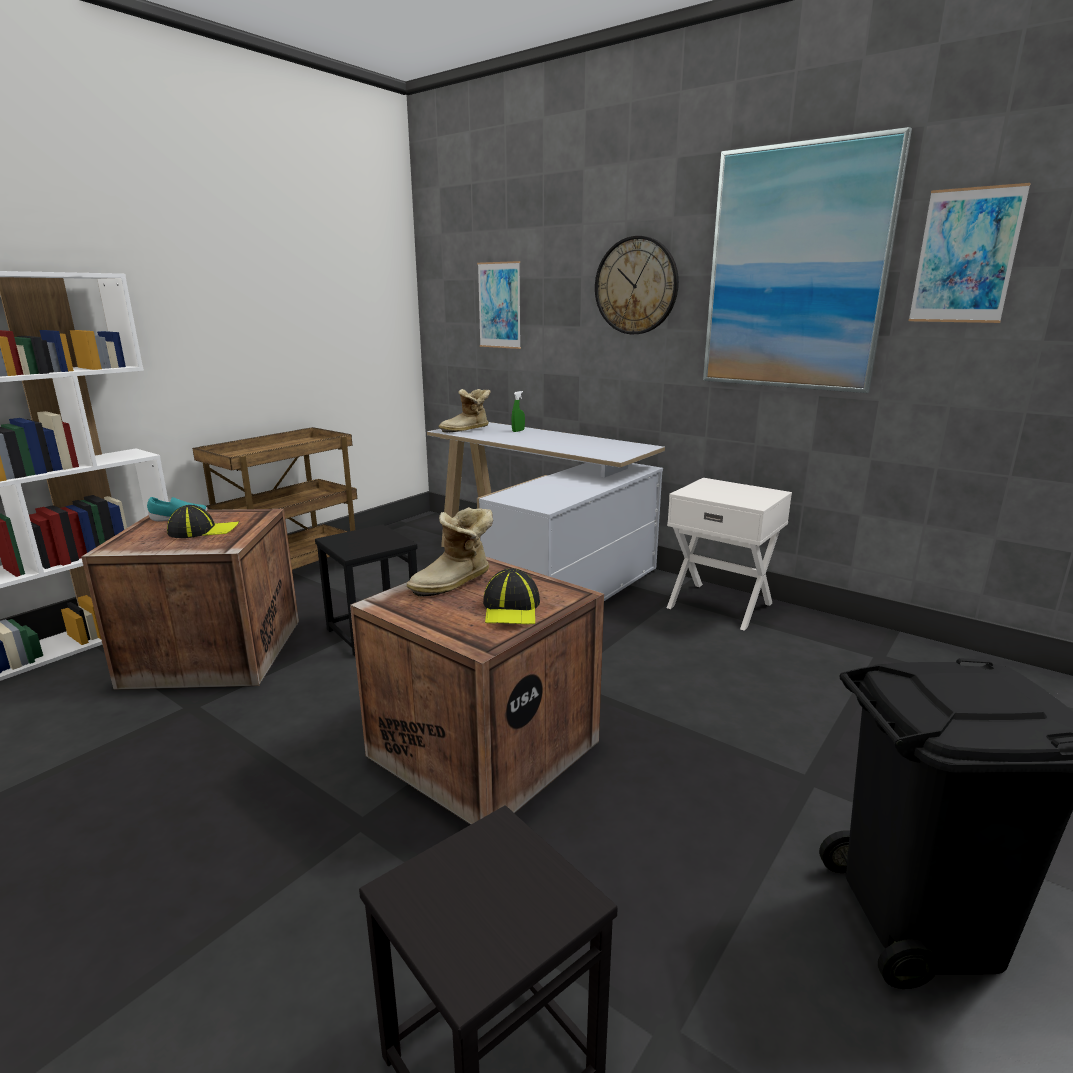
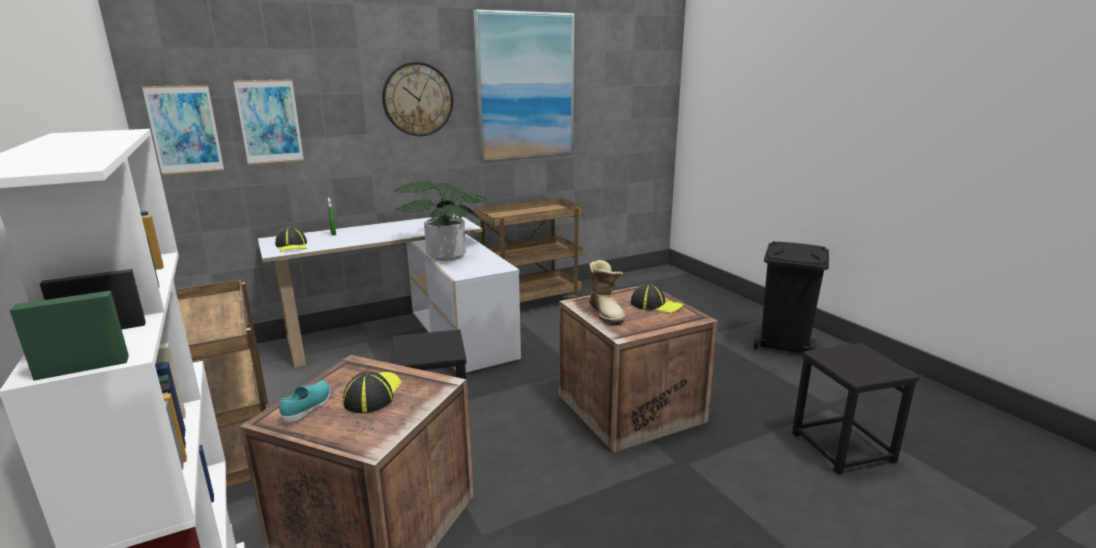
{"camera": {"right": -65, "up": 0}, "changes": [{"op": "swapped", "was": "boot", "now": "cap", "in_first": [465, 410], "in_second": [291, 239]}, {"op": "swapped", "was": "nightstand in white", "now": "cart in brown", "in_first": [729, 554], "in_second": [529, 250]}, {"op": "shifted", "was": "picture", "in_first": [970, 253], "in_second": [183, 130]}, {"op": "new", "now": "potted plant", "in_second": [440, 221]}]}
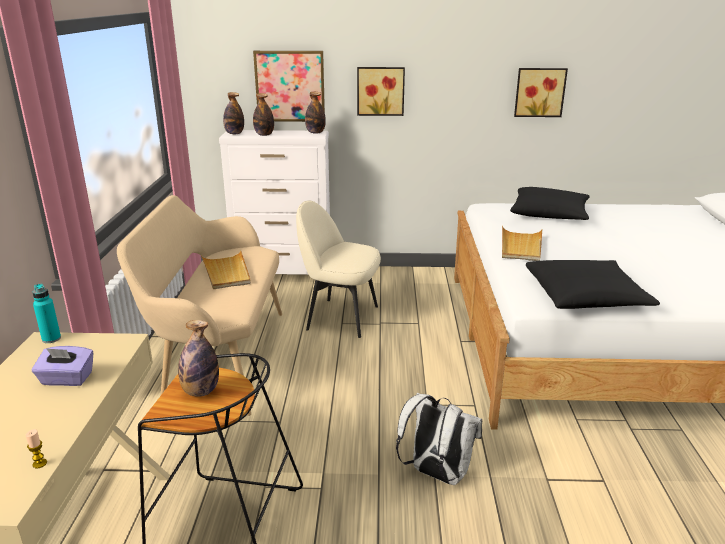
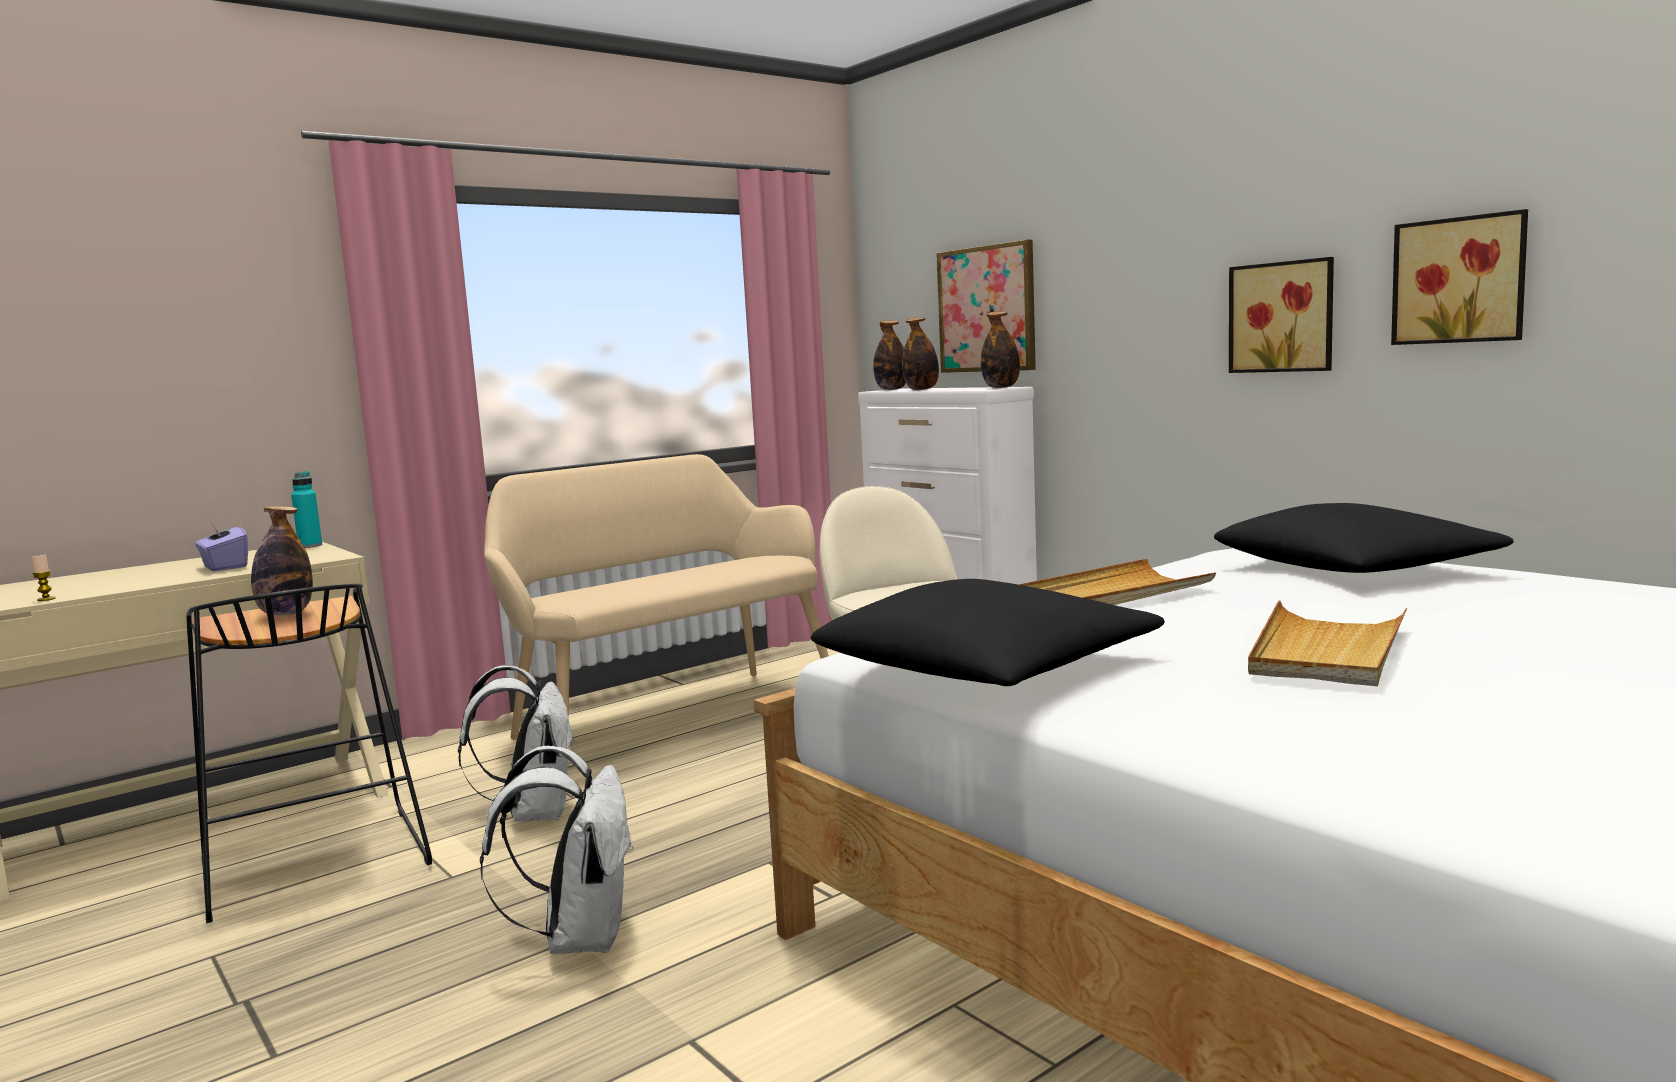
{"camera": {"right": 50, "up": -15}, "changes": [{"op": "shifted", "was": "tray in beige", "in_first": [226, 269], "in_second": [1327, 643]}, {"op": "shifted", "was": "picture", "in_first": [381, 91], "in_second": [1281, 315]}, {"op": "new", "now": "backpack in white", "in_second": [516, 743]}]}
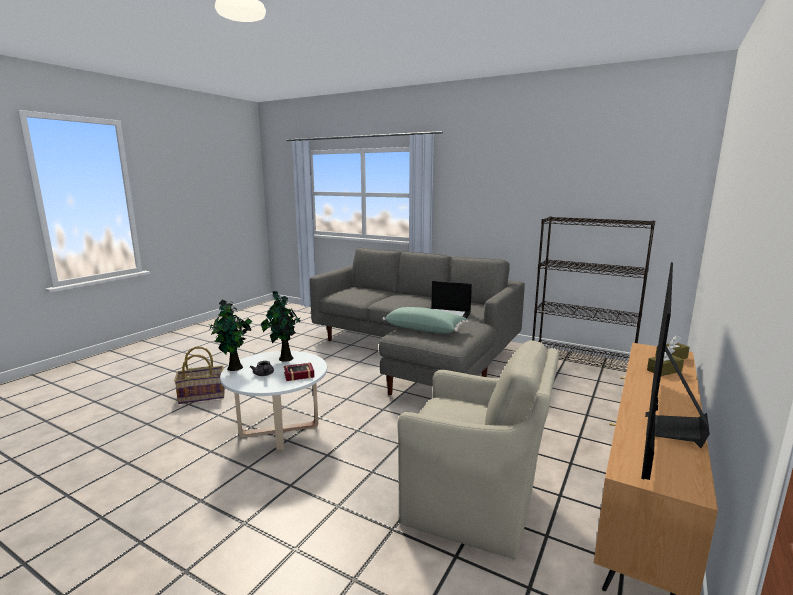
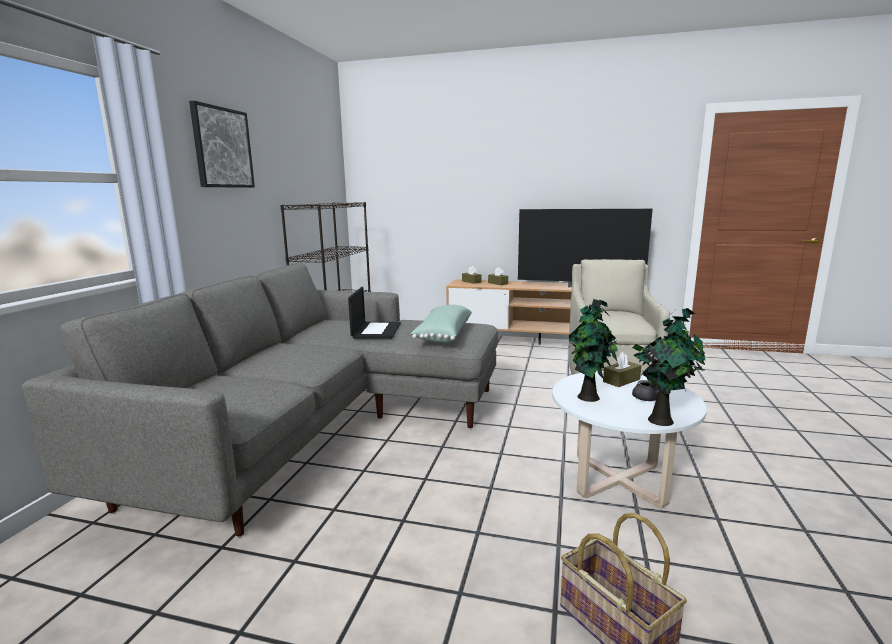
{"camera": {"right": -105, "up": 0}, "changes": [{"op": "swapped", "was": "book", "now": "tissue box in brown", "in_first": [299, 372], "in_second": [622, 369]}, {"op": "new", "now": "picture", "in_second": [222, 144]}]}
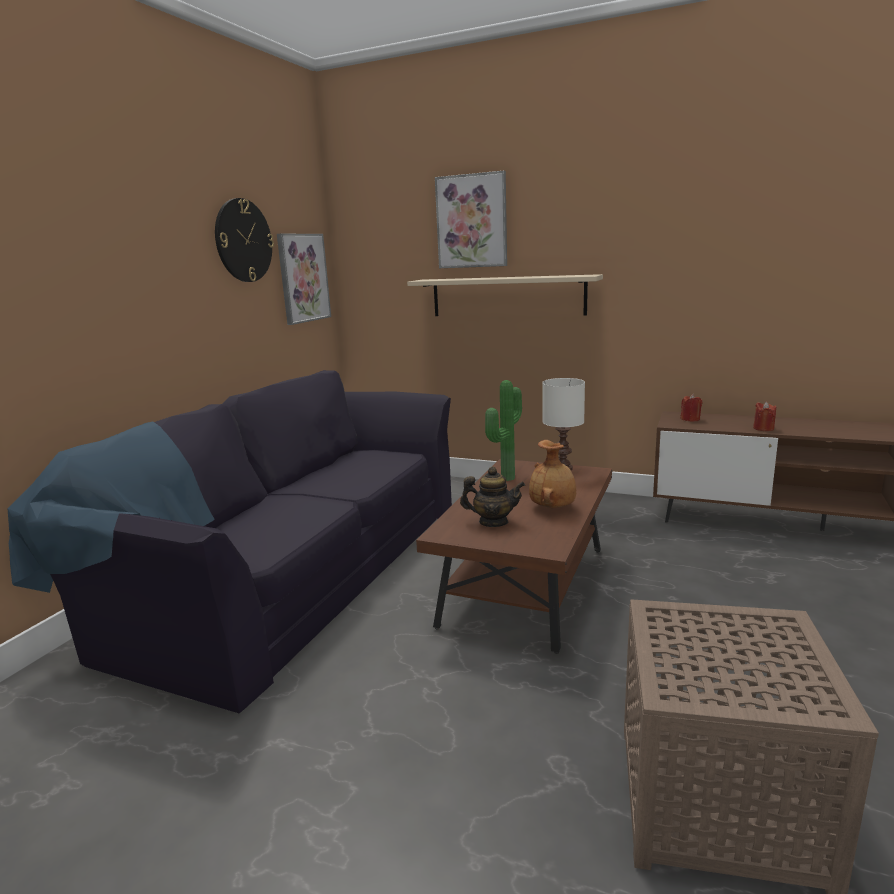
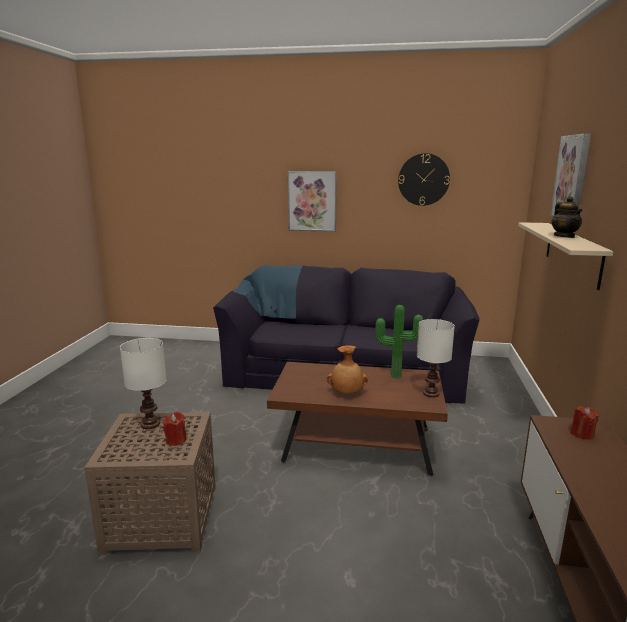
{"camera": {"right": 75, "up": 0}, "changes": [{"op": "shifted", "was": "picture", "in_first": [304, 279], "in_second": [312, 201]}, {"op": "shifted", "was": "teapot", "in_first": [492, 496], "in_second": [567, 217]}, {"op": "shifted", "was": "candle in red", "in_first": [764, 416], "in_second": [174, 429]}, {"op": "new", "now": "table lamp in white", "in_second": [143, 383]}]}
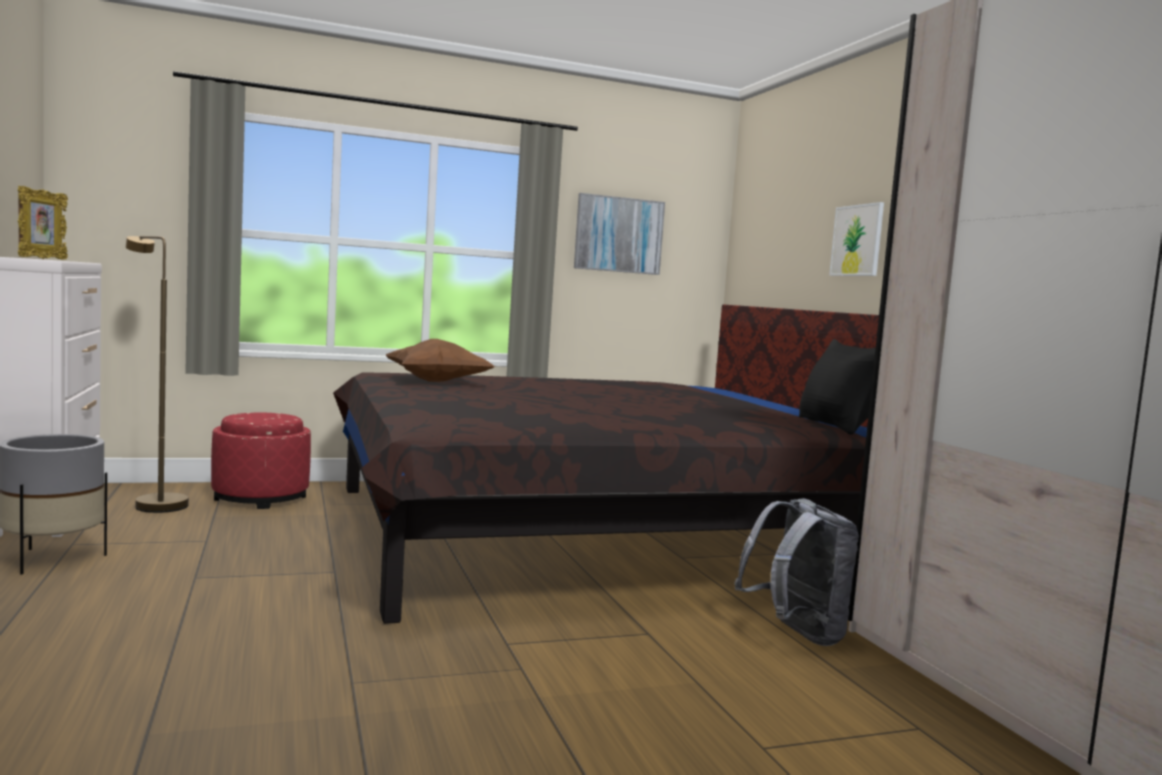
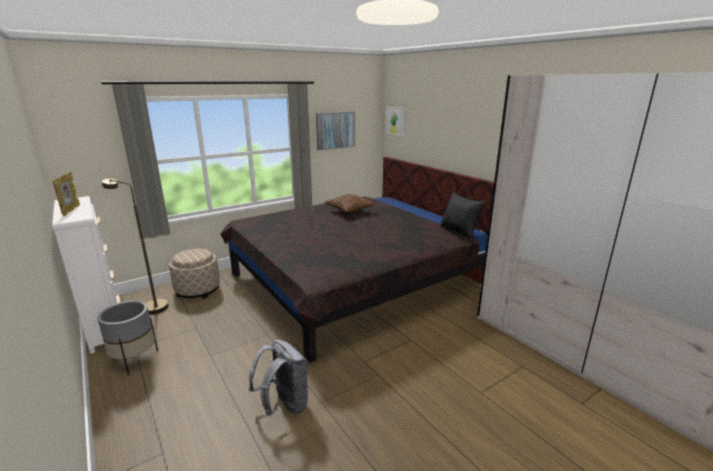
{"camera": {"right": -15, "up": 15}, "changes": [{"op": "repainted", "was": "ottoman in red", "now": "ottoman in beige", "in_first": [261, 461], "in_second": [194, 274]}, {"op": "shifted", "was": "pillow in brown", "in_first": [440, 360], "in_second": [349, 203]}, {"op": "shifted", "was": "backpack in grey", "in_first": [796, 572], "in_second": [278, 377]}, {"op": "shifted", "was": "picture", "in_first": [856, 239], "in_second": [395, 121]}]}
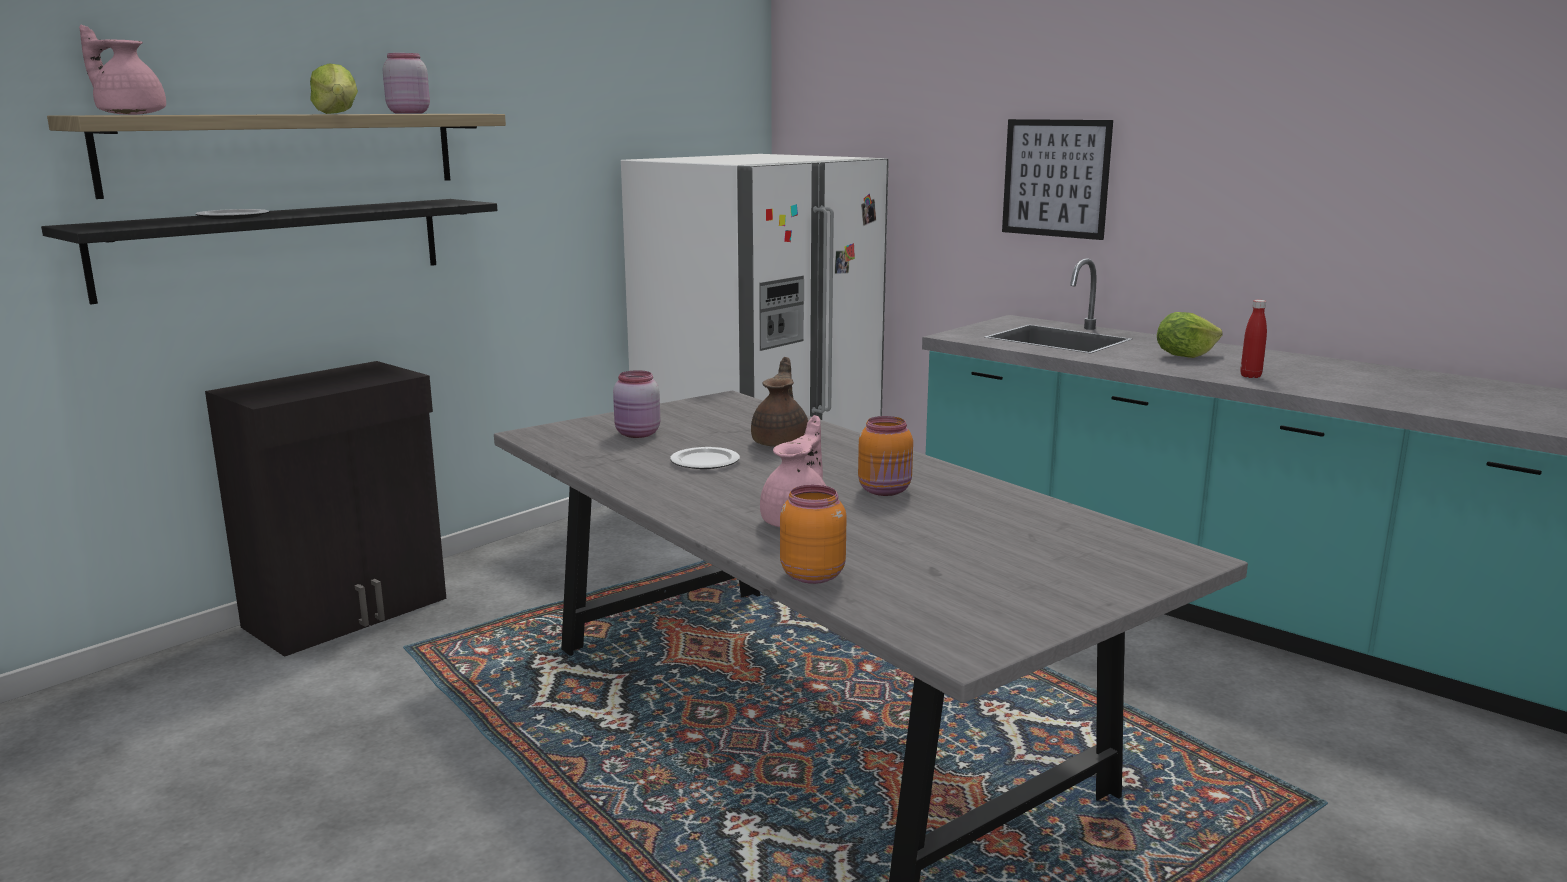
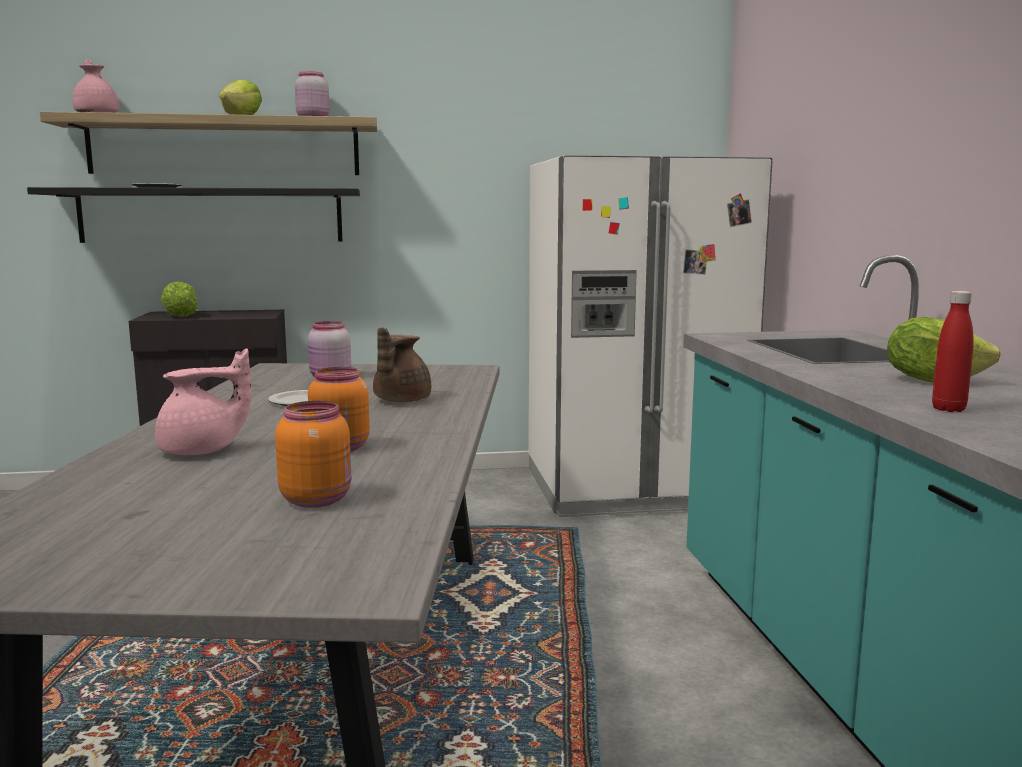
{"camera": {"right": 40, "up": -5}, "changes": [{"op": "rotated", "was": "teapot in brown", "in_first": [779, 402], "in_second": [402, 365], "clockwise": 150}, {"op": "shifted", "was": "jar in orange", "in_first": [813, 534], "in_second": [313, 454]}, {"op": "gone", "was": "picture", "in_first": [1057, 179]}, {"op": "new", "now": "lettuce", "in_second": [179, 299]}]}
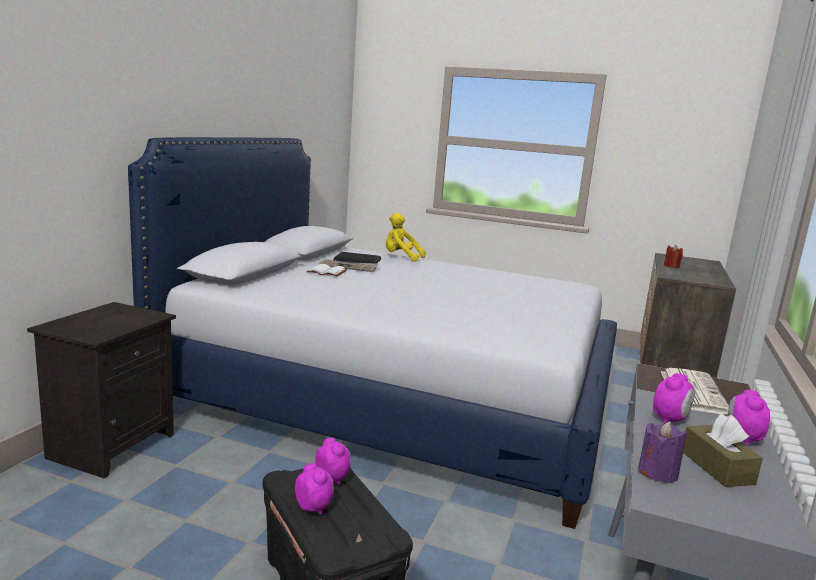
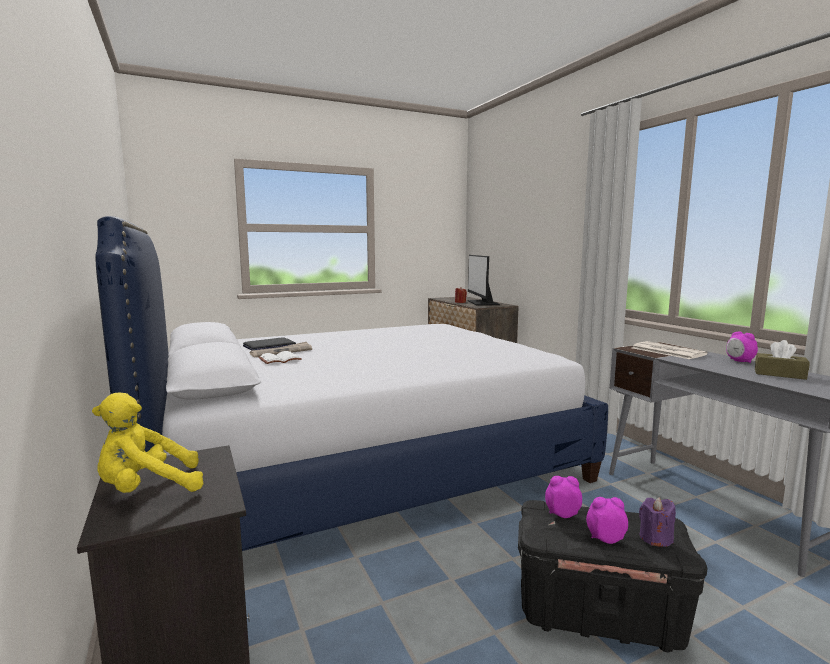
{"camera": {"right": -45, "up": -5}, "changes": [{"op": "shifted", "was": "plush toy in yellow", "in_first": [406, 237], "in_second": [147, 443]}, {"op": "shifted", "was": "candle in purple", "in_first": [663, 452], "in_second": [657, 522]}, {"op": "gone", "was": "alarm clock", "in_first": [674, 398]}, {"op": "new", "now": "monitor", "in_second": [483, 280]}]}
